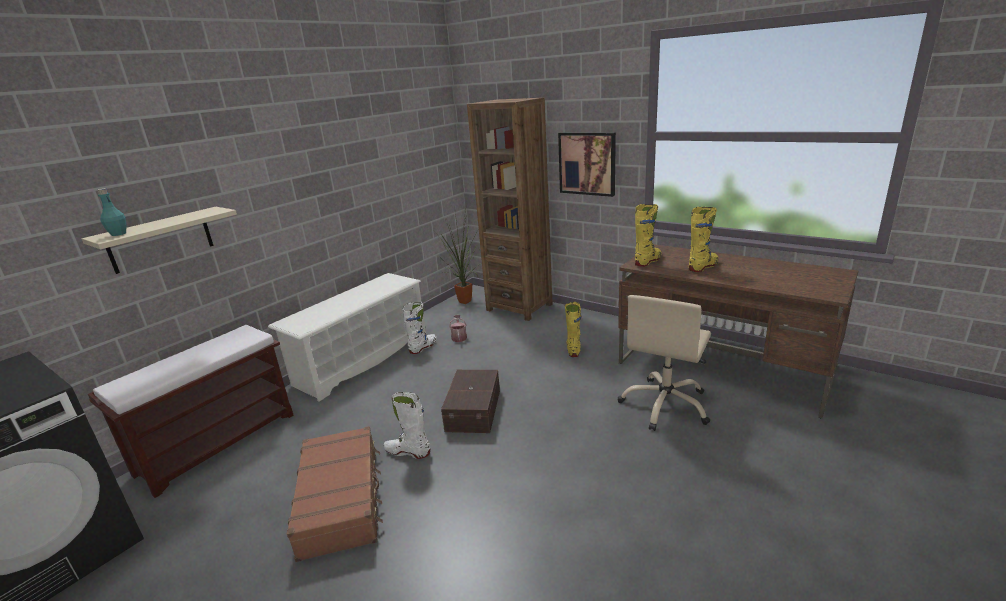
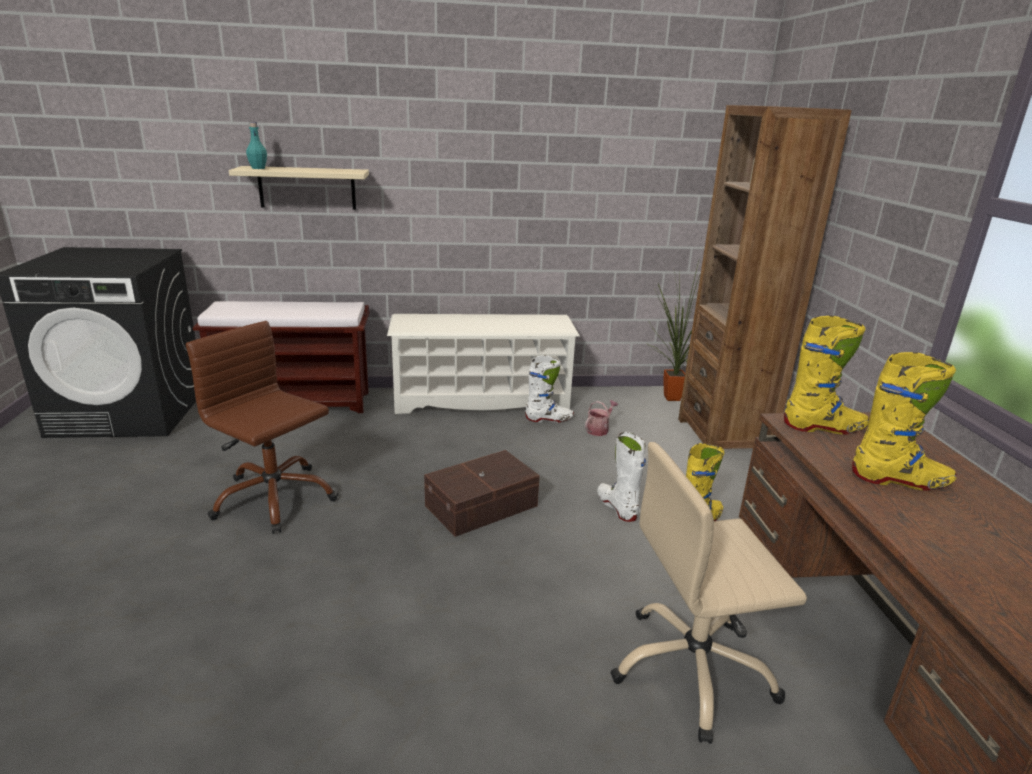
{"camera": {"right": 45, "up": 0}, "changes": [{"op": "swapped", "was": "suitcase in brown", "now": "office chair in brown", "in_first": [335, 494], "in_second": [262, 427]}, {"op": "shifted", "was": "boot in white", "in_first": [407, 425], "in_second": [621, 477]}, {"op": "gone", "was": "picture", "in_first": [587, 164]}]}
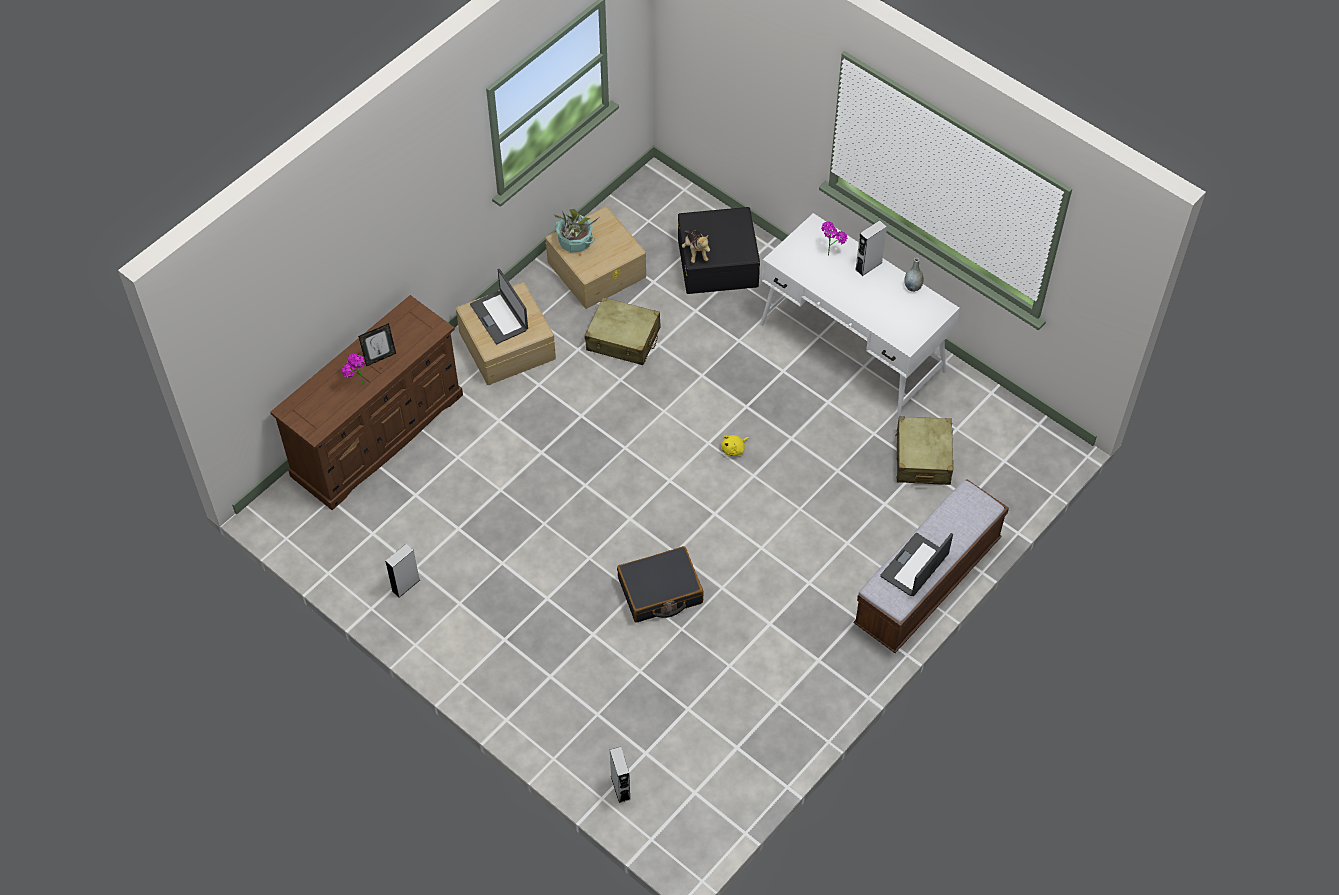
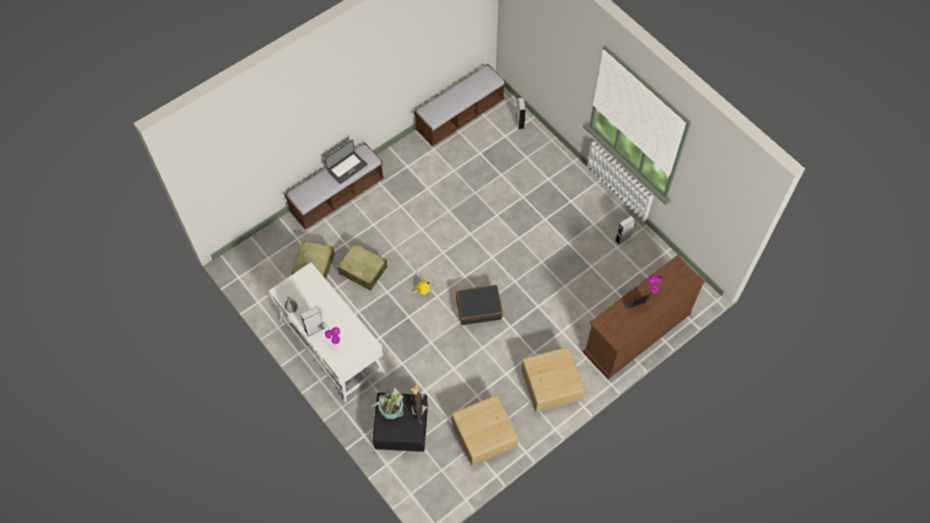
{"camera": {"right": -170, "up": 5}, "changes": [{"op": "gone", "was": "laptop", "in_first": [499, 306]}, {"op": "shifted", "was": "potted plant", "in_first": [575, 230], "in_second": [388, 403]}, {"op": "shifted", "was": "suitcase in beige", "in_first": [623, 331], "in_second": [362, 267]}, {"op": "shifted", "was": "suitcase in black", "in_first": [660, 584], "in_second": [479, 305]}, {"op": "new", "now": "bench", "in_second": [459, 105]}]}
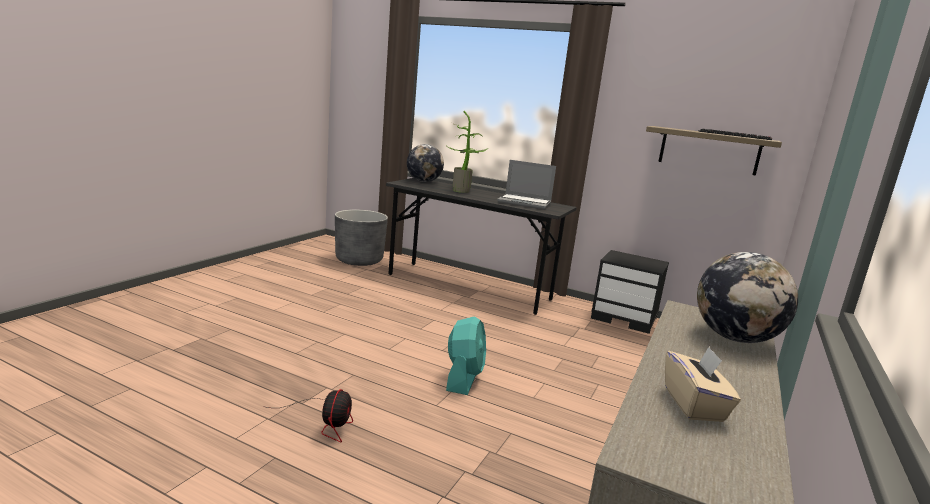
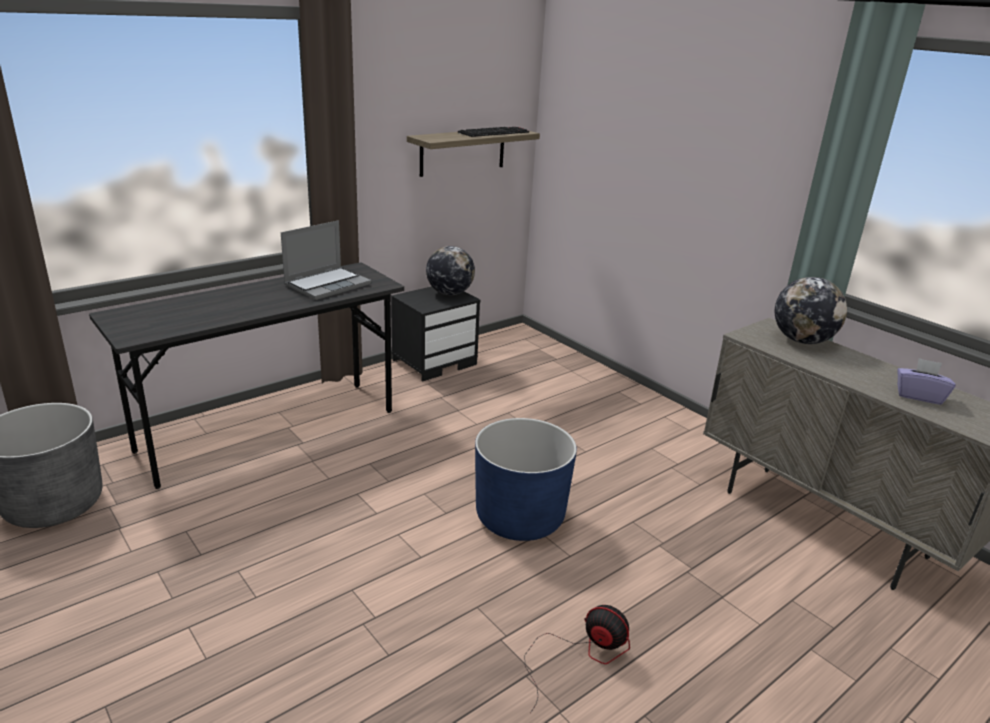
{"camera": {"right": -65, "up": 10}, "changes": [{"op": "shifted", "was": "globe", "in_first": [425, 163], "in_second": [450, 270]}, {"op": "gone", "was": "potted plant", "in_first": [466, 152]}, {"op": "swapped", "was": "fan in turquoise", "now": "planter in blue", "in_first": [466, 355], "in_second": [526, 479]}, {"op": "repainted", "was": "tissue box in beige", "now": "tissue box in purple", "in_first": [703, 384], "in_second": [926, 381]}]}
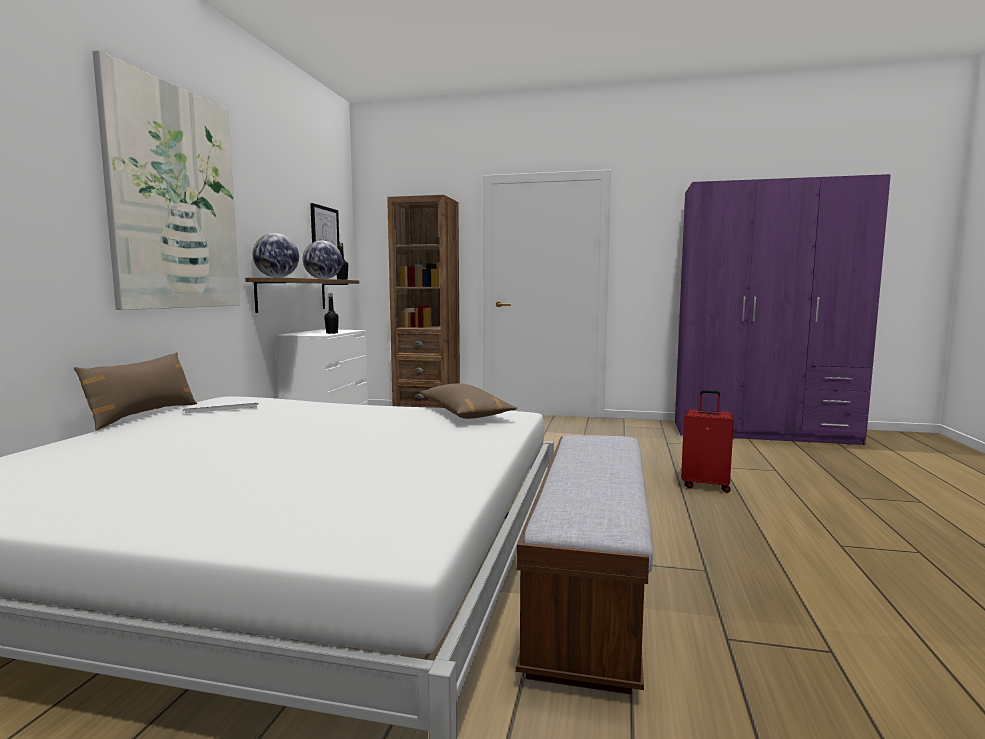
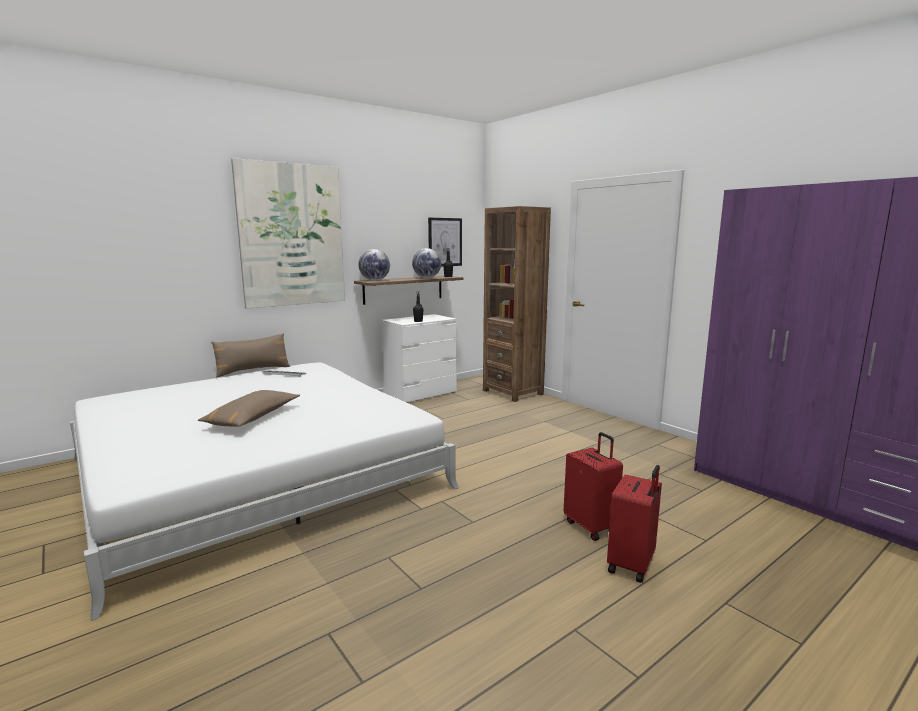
{"camera": {"right": 40, "up": 5}, "changes": [{"op": "shifted", "was": "pillow in brown", "in_first": [468, 401], "in_second": [249, 408]}, {"op": "gone", "was": "bench", "in_first": [584, 565]}, {"op": "new", "now": "suitcase in red", "in_second": [634, 524]}]}
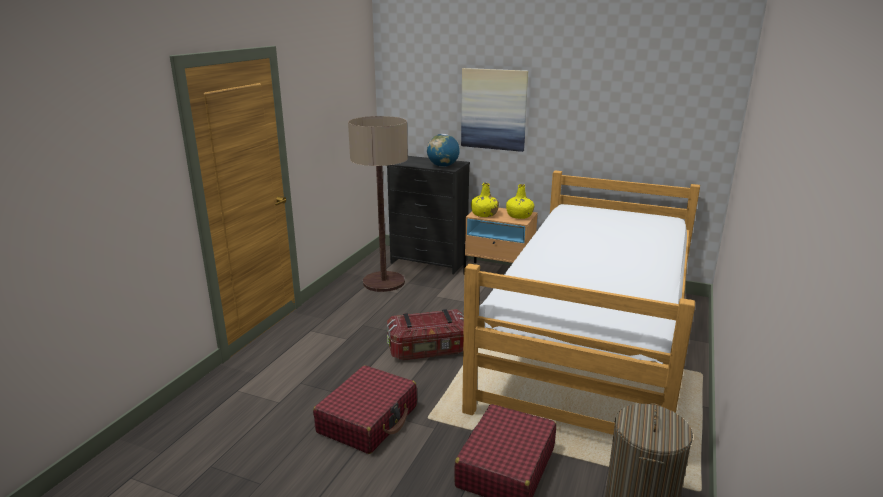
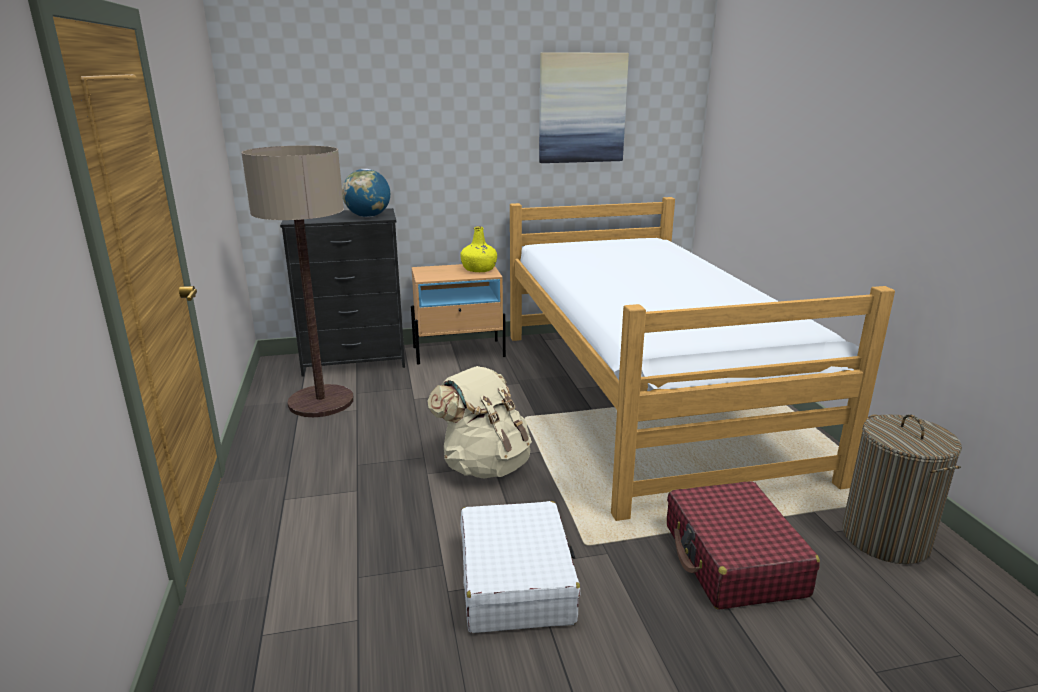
{"camera": {"right": -35, "up": 0}, "changes": [{"op": "repainted", "was": "suitcase in red", "now": "suitcase in white", "in_first": [365, 409], "in_second": [520, 567]}, {"op": "swapped", "was": "storage box", "now": "backpack in beige", "in_first": [425, 335], "in_second": [479, 422]}, {"op": "shifted", "was": "picture", "in_first": [494, 110], "in_second": [584, 107]}, {"op": "gone", "was": "bottle in yellow", "in_first": [485, 200]}]}
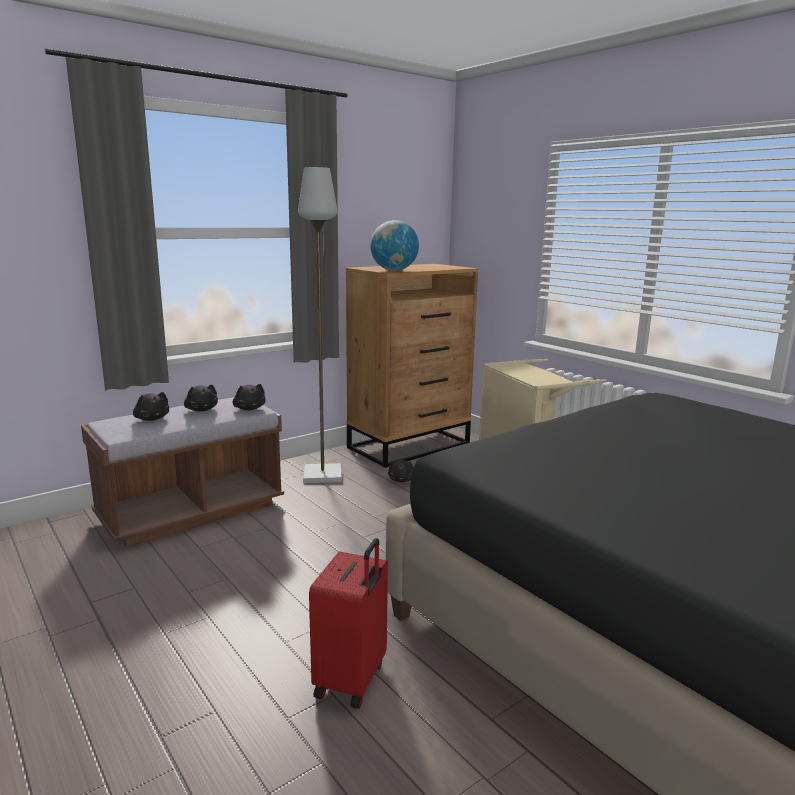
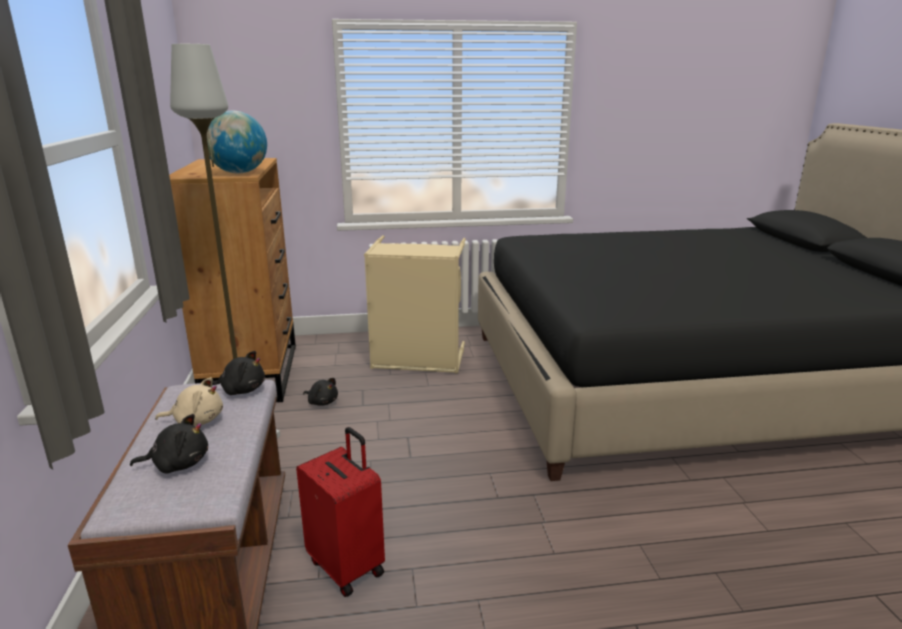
{"camera": {"right": -60, "up": 5}, "changes": [{"op": "repainted", "was": "plush toy in black", "now": "plush toy in beige", "in_first": [201, 398], "in_second": [189, 401]}, {"op": "shifted", "was": "suitcase in red", "in_first": [348, 623], "in_second": [340, 512]}]}
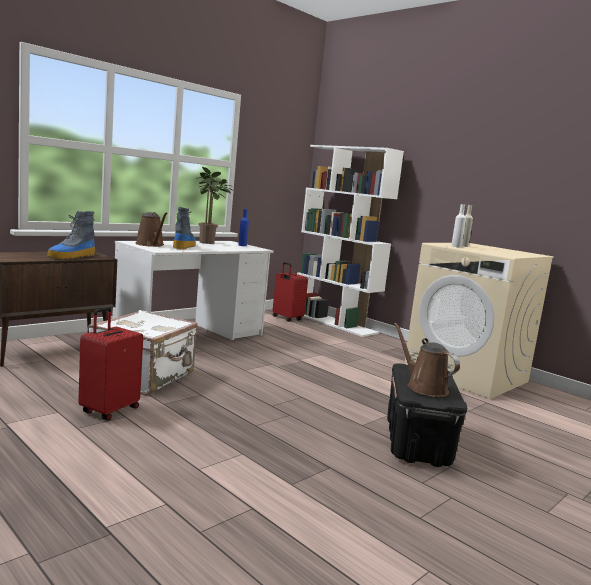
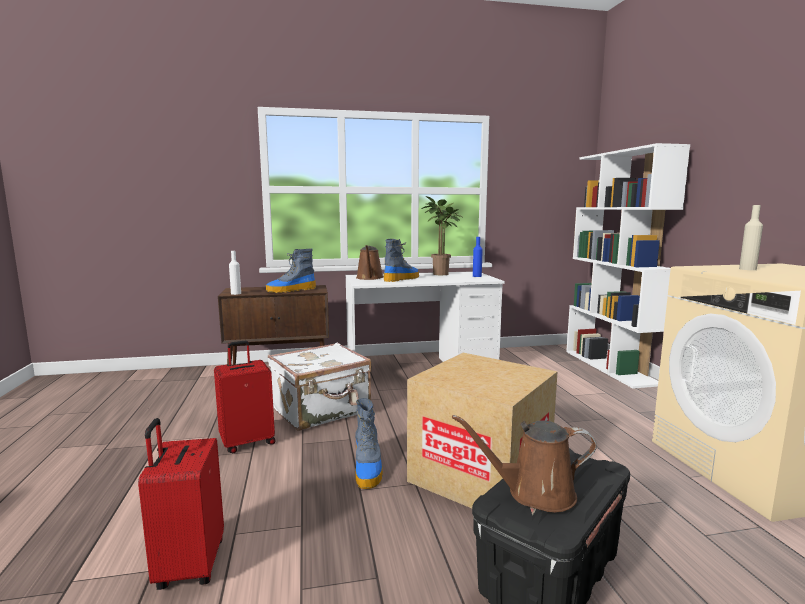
{"camera": {"right": 35, "up": 0}, "changes": [{"op": "shifted", "was": "suitcase in red", "in_first": [290, 292], "in_second": [181, 504]}, {"op": "rotated", "was": "watering can in brown", "in_first": [427, 360], "in_second": [524, 463], "clockwise": -90}, {"op": "shifted", "was": "bottle in white", "in_first": [458, 226], "in_second": [235, 273]}, {"op": "new", "now": "boot", "in_second": [369, 443]}, {"op": "new", "now": "cardboard box", "in_second": [482, 430]}]}
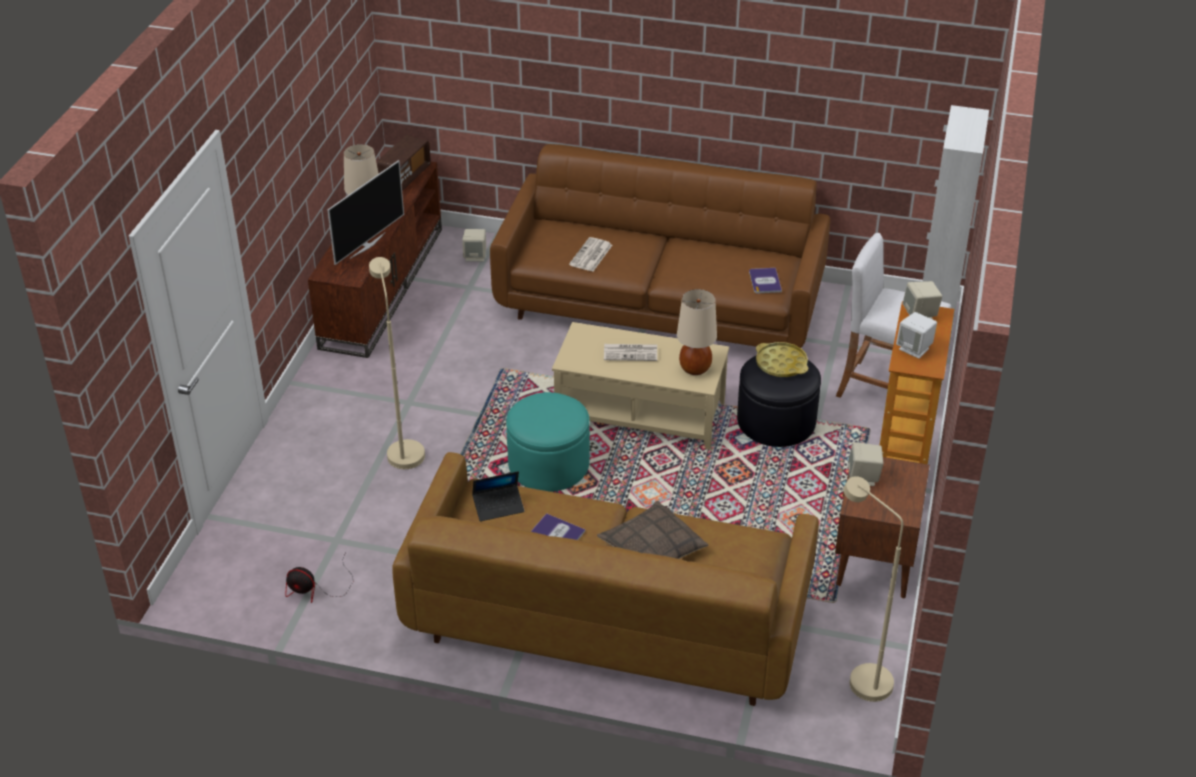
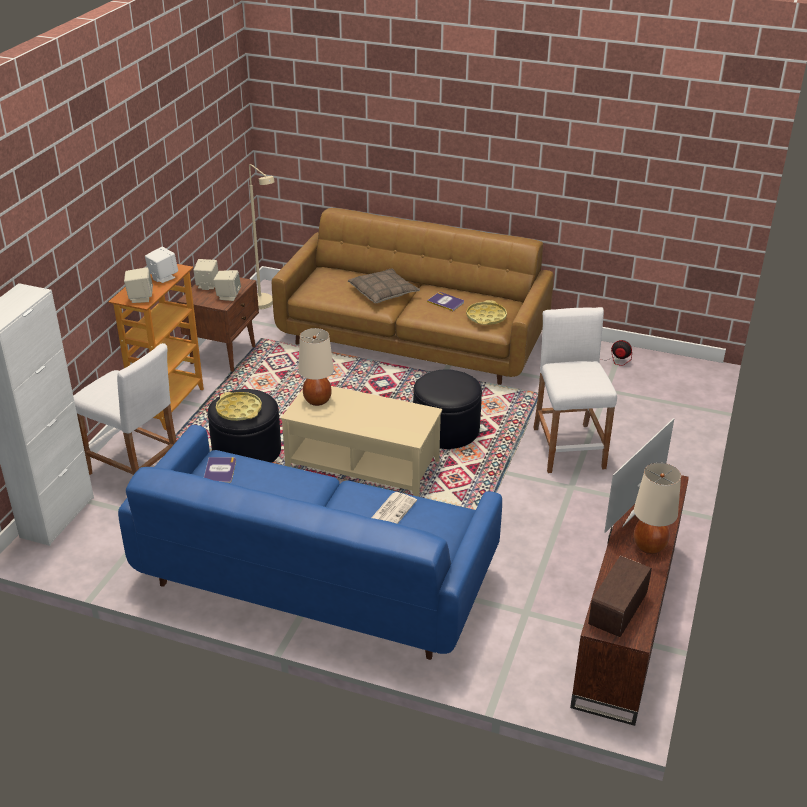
{"camera": {"right": -175, "up": -5}, "changes": [{"op": "swapped", "was": "floor lamp in beige", "now": "stool in white", "in_first": [397, 363], "in_second": [575, 390]}, {"op": "shifted", "was": "speaker in beige", "in_first": [474, 245], "in_second": [206, 274]}, {"op": "swapped", "was": "laptop", "now": "tray in yellow", "in_first": [498, 496], "in_second": [486, 312]}, {"op": "repainted", "was": "sofa in brown", "now": "sofa in blue", "in_first": [660, 246], "in_second": [310, 542]}, {"op": "repainted", "was": "ottoman in turquoise", "now": "ottoman in black", "in_first": [548, 442], "in_second": [447, 409]}, {"op": "gone", "was": "newspaper", "in_first": [630, 352]}]}
